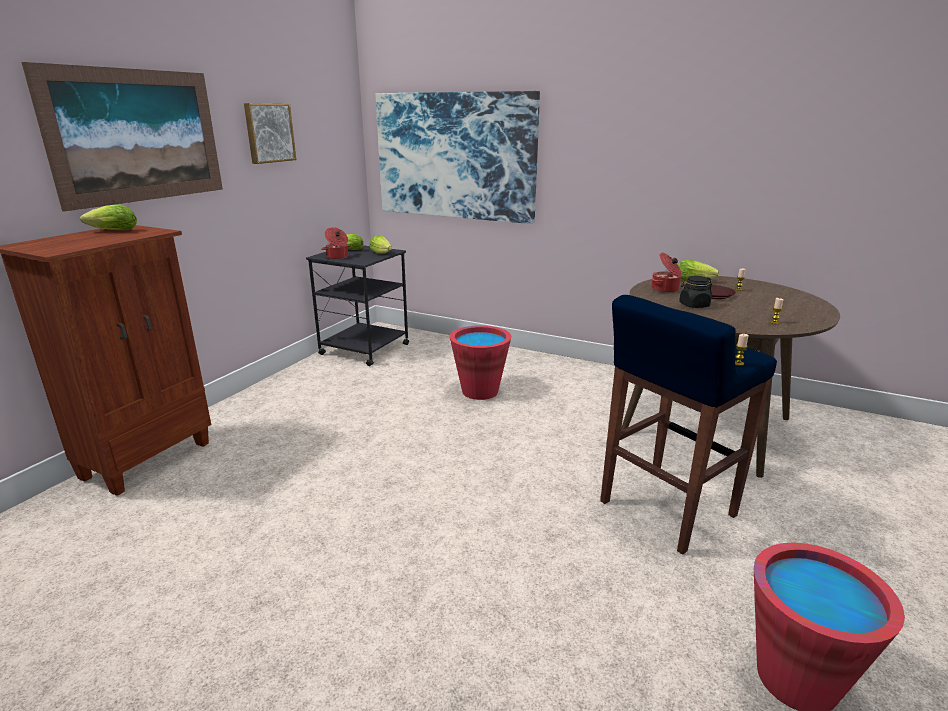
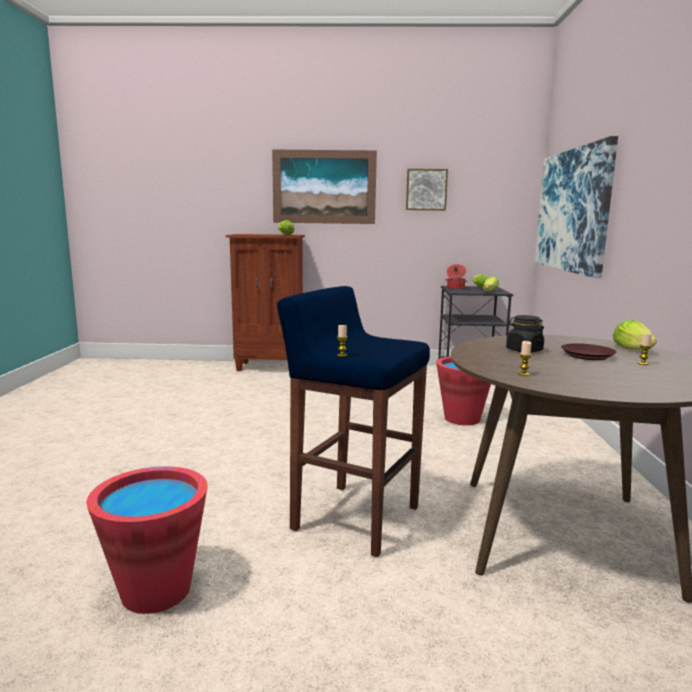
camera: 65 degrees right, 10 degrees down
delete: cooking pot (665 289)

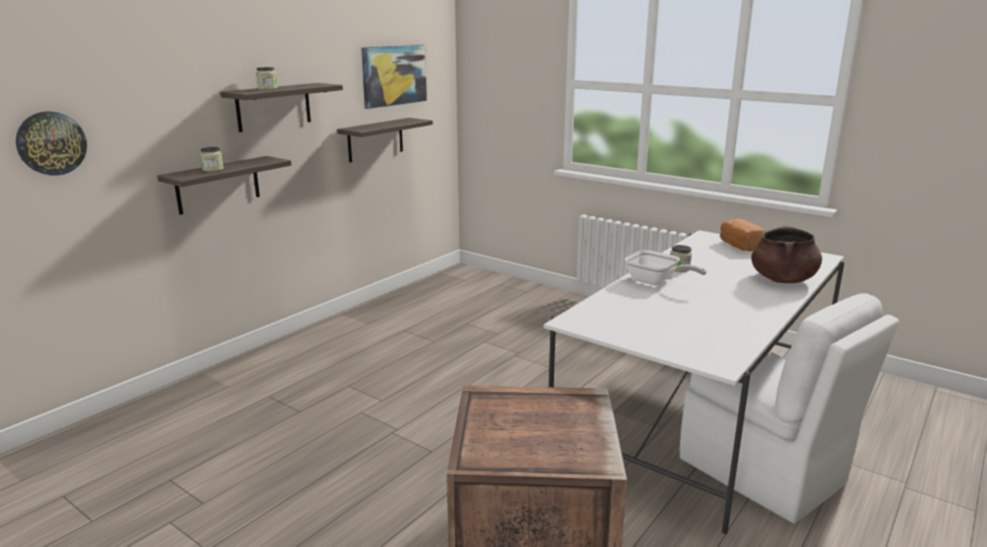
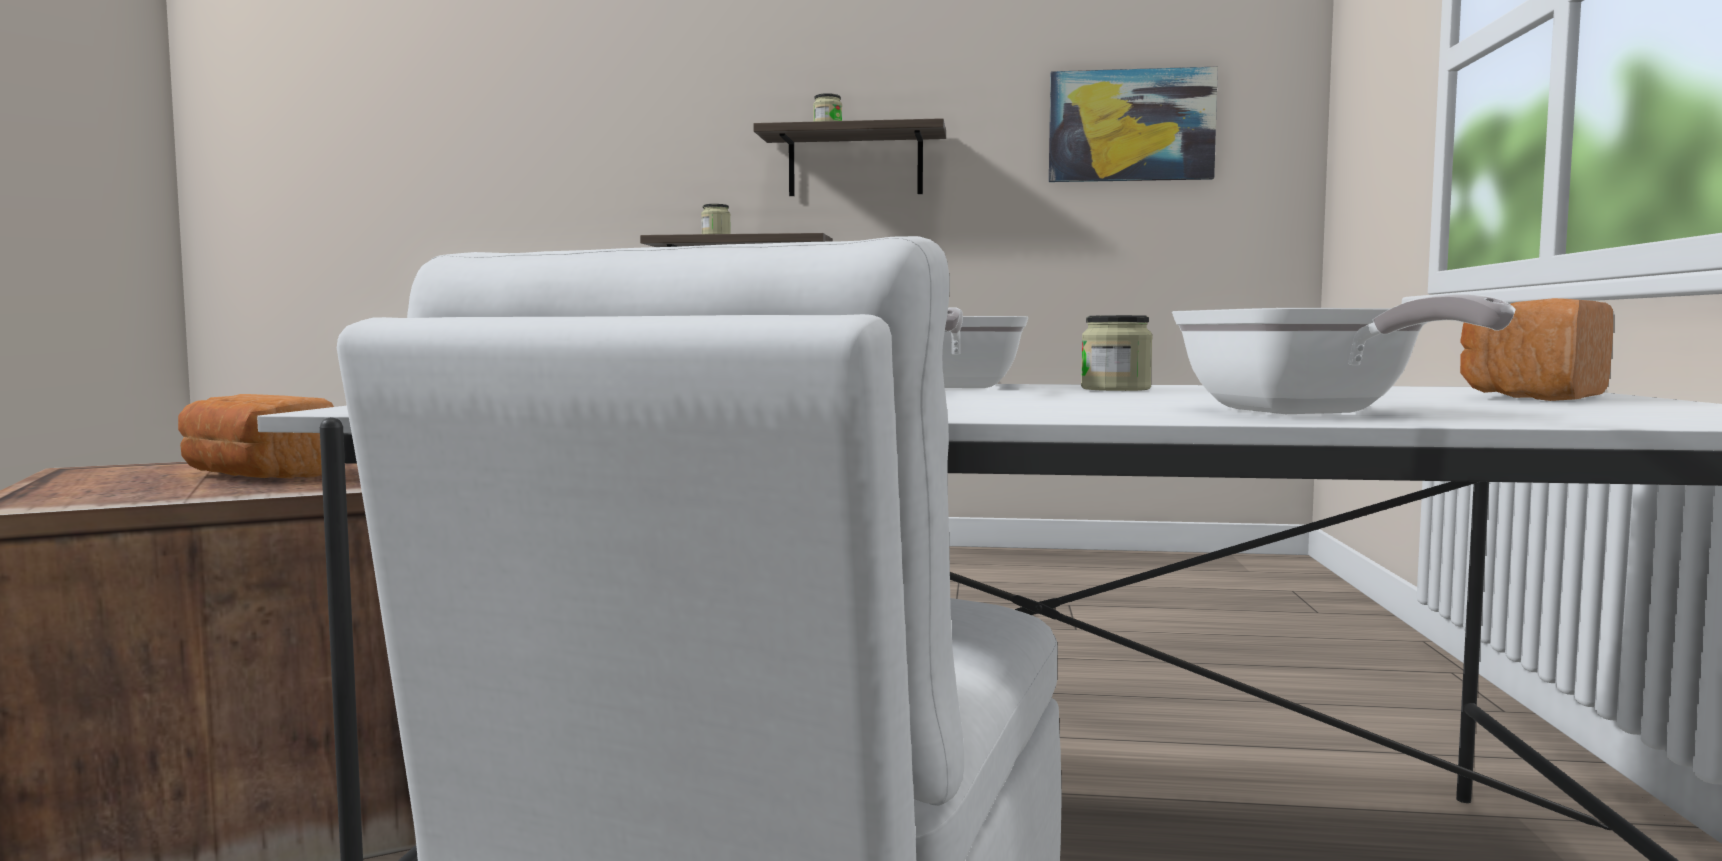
camera: 60 degrees right, 15 degrees down
delete: hanging clock (51 143); shelf (375 139)
insert: bread (255 476)
replace: brownish cooking pot (783 279) to skillet (1308 412)

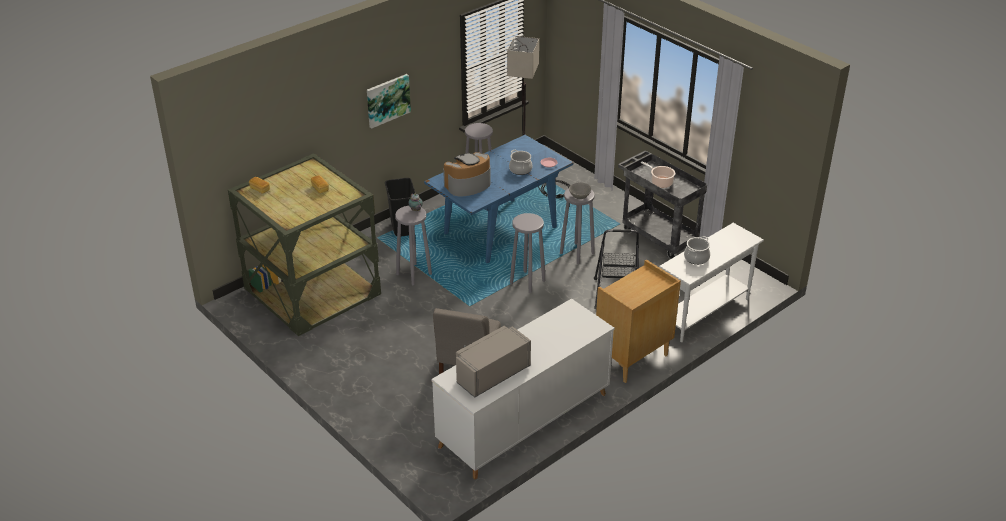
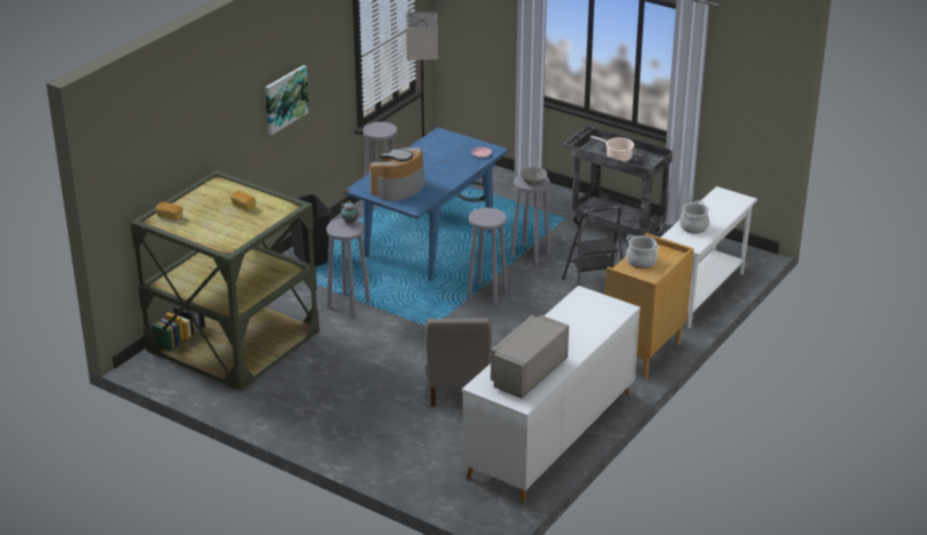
camera: 15 degrees left, 5 degrees down
move: cooking pot (520 170) to (641 261)

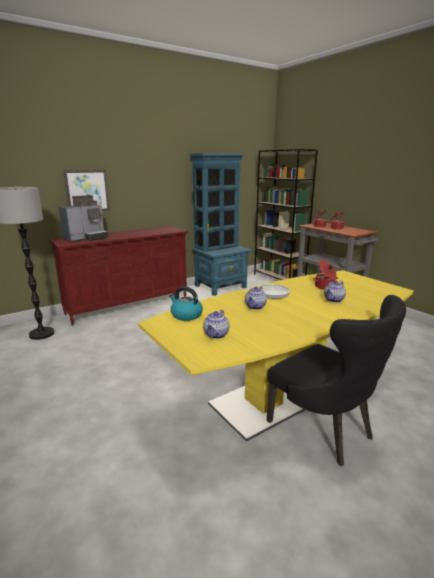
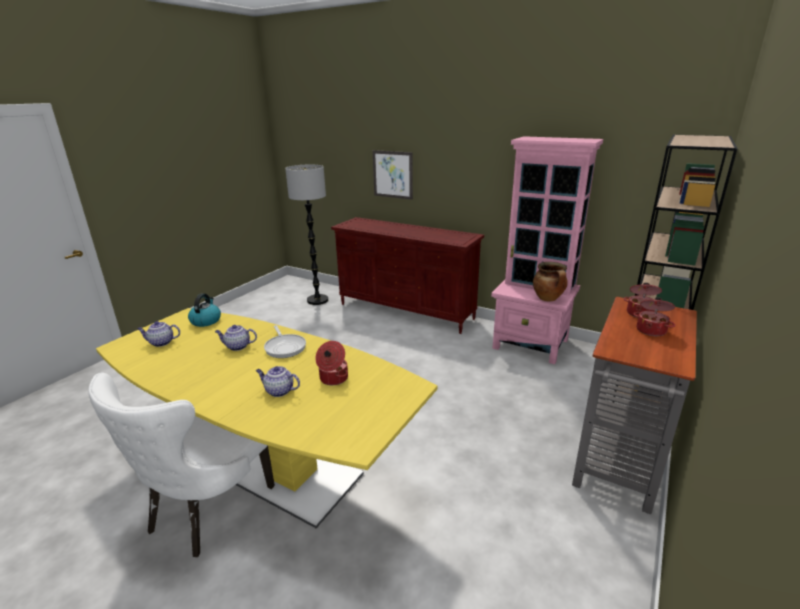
camera: 65 degrees right, 5 degrees up
delete: coffee brewer (86 238)
insert: cooking pot (548 299)
recolor: blue cupboard (221 287) to pink cupboard (530 344); black chair (324 430) to white chair (206 510)

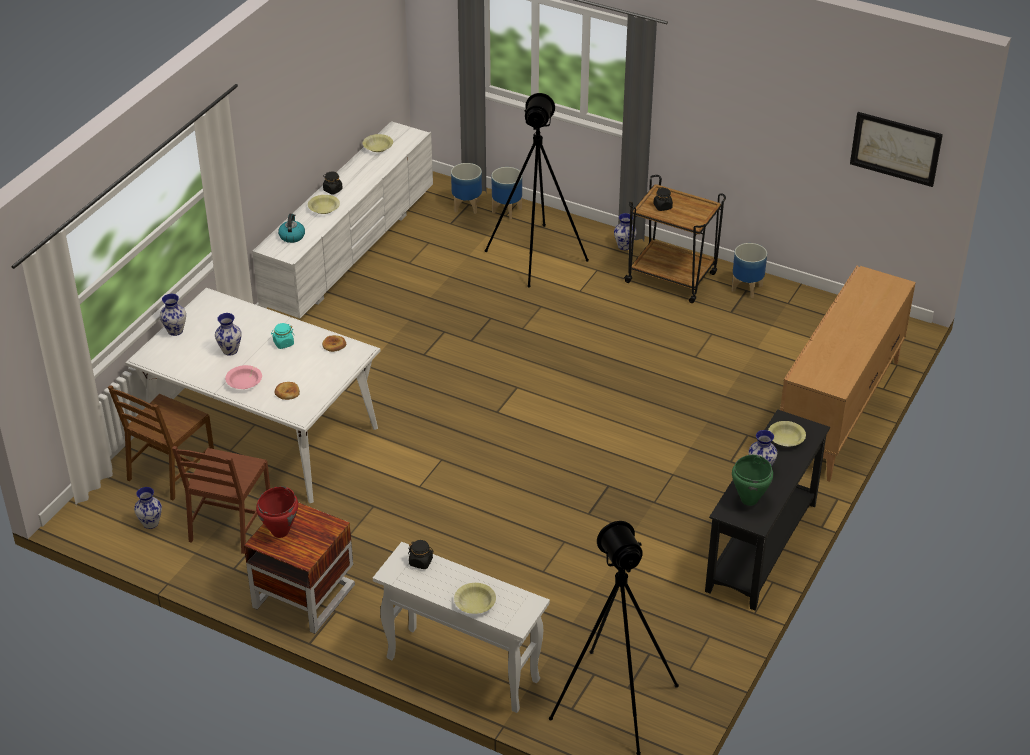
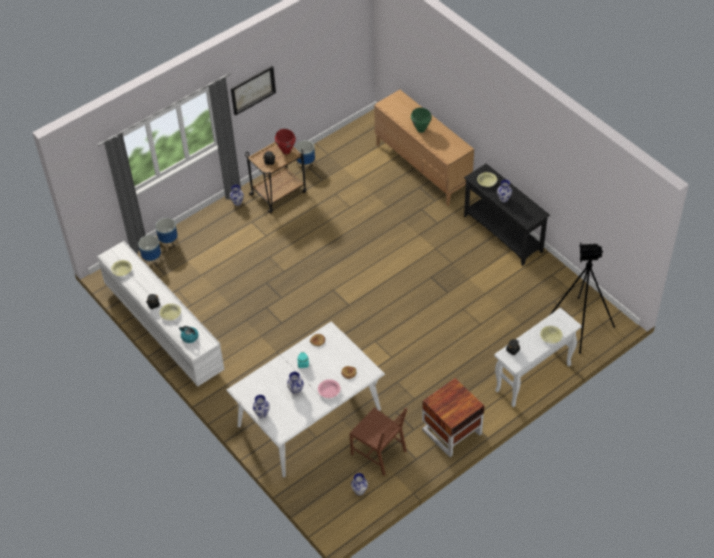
camera: 65 degrees left, 10 degrees up
delete: brownish chair (170 470); black floor lamp (536 256)
move: reddish cooking pot (280 532) to (286 151); greenish cooking pot (748 500) to (421 130); wall picture (896 148) to (253 90)

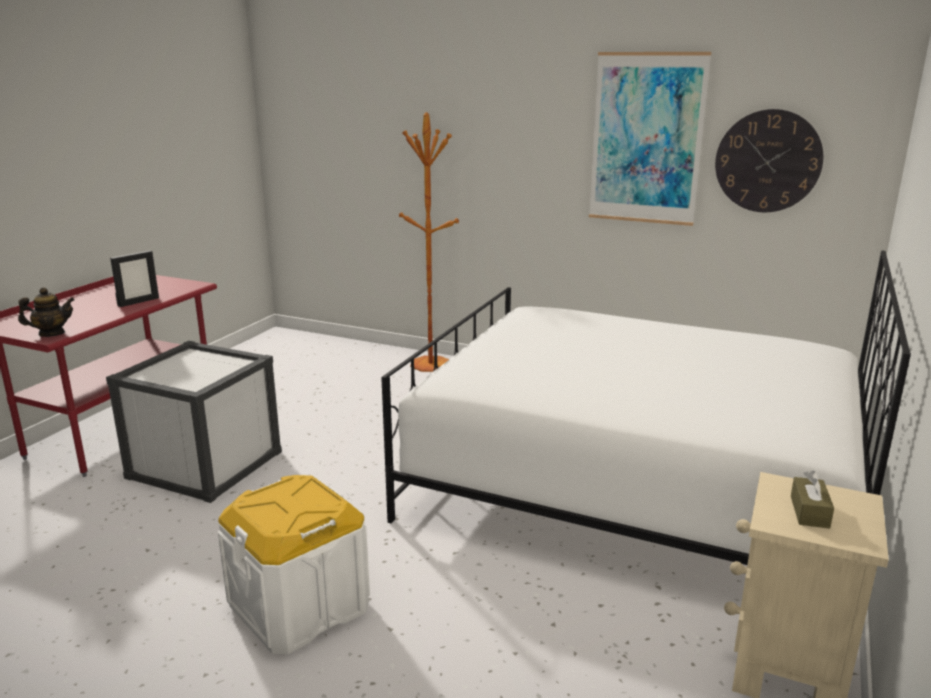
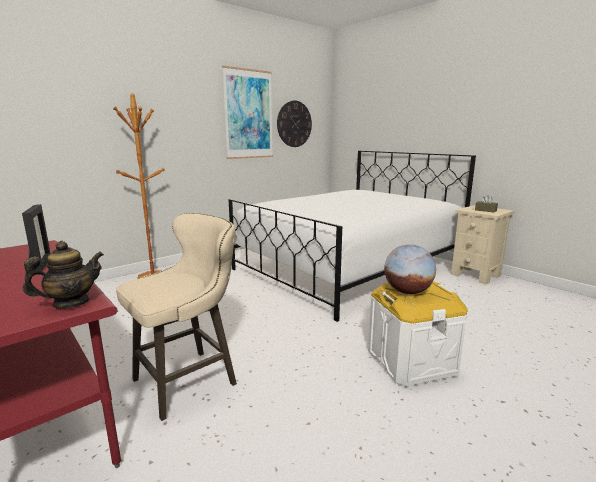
camera: 65 degrees left, 5 degrees down
insert: world globe (407 292)
replace: white storage bin (205 465) to beige-coloured sitting stool (189 380)
rotate: teapot (51 334) = (71 303) 45 degrees clockwise

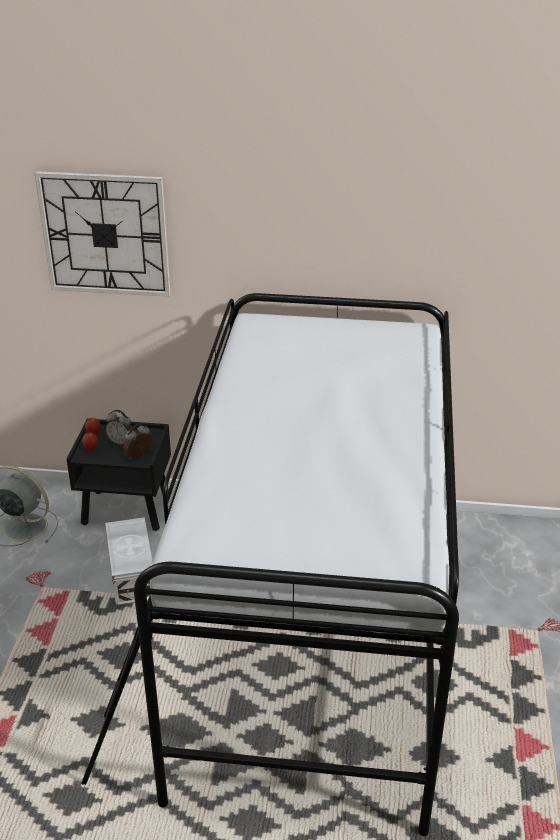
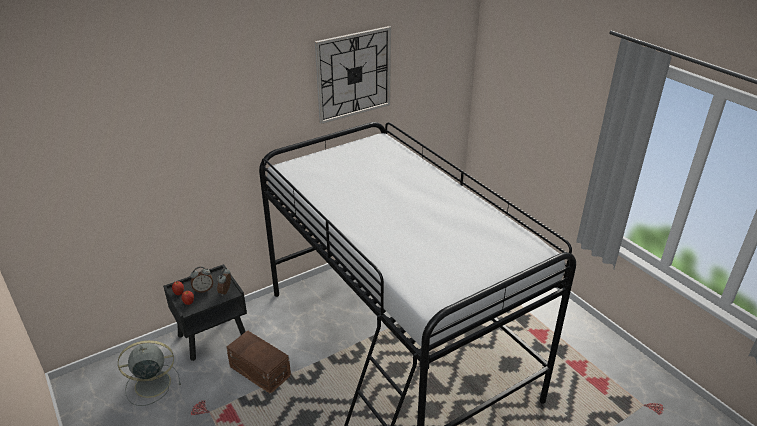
camera: 40 degrees left, 0 degrees up
move: hanging clock (105 234) to (353 74)
recolor: white storage bin (133 574) to brownish storage bin (260 370)

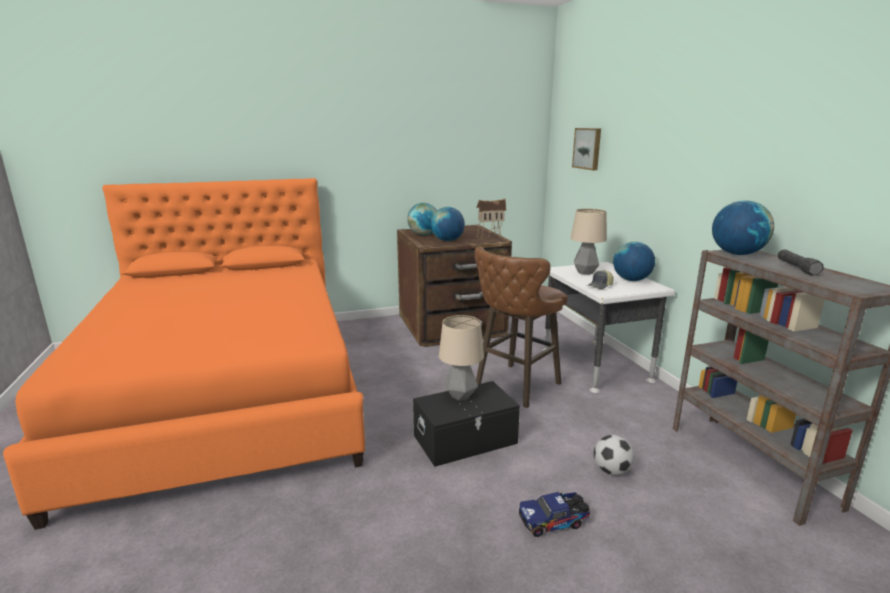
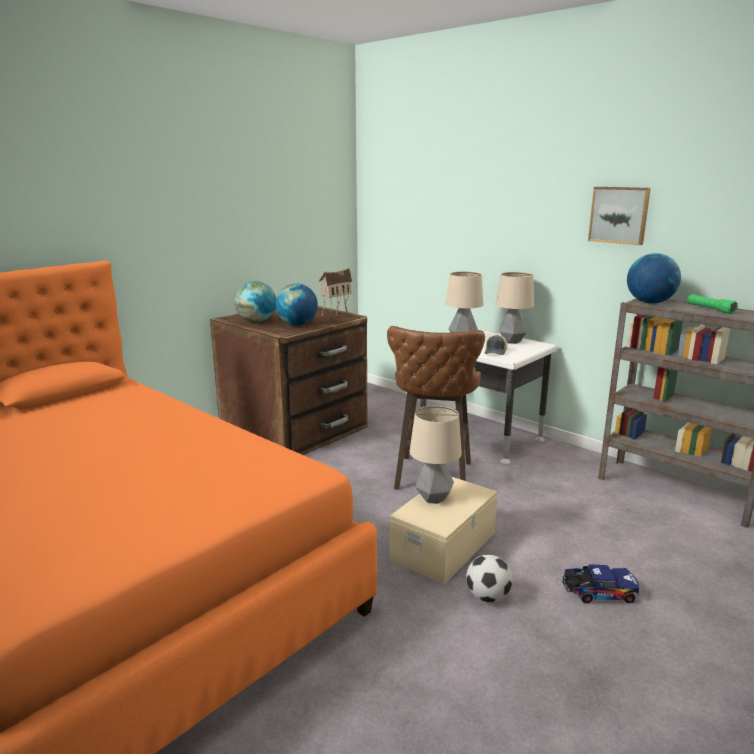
camera: 30 degrees left, 0 degrees up
move: wall picture (588 148) to (619 215); ball for football (611 470) to (487 597)
replace: world globe (631 280) to lamp for a table (511 341)
recolor: black storage bin (466 440) to beige-coloured storage bin (445 546); black flashlight (797 268) to greenish flashlight (710 309)
rotate: model truck (554 521) = (597 593) 135 degrees counterclockwise

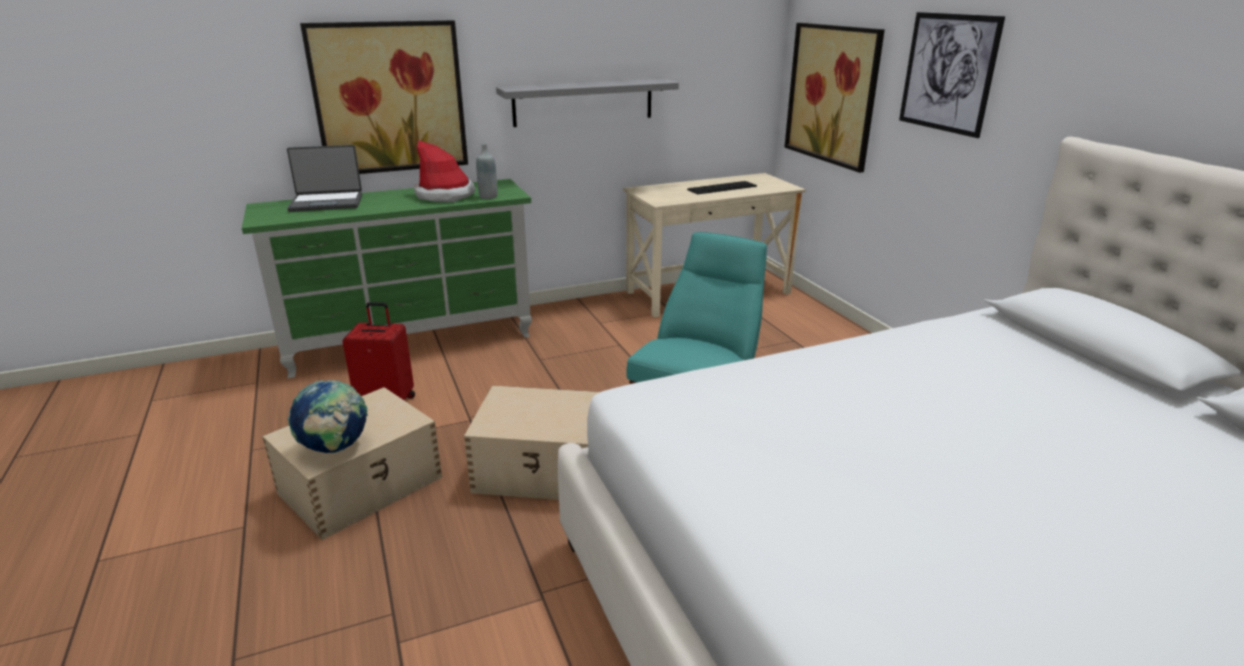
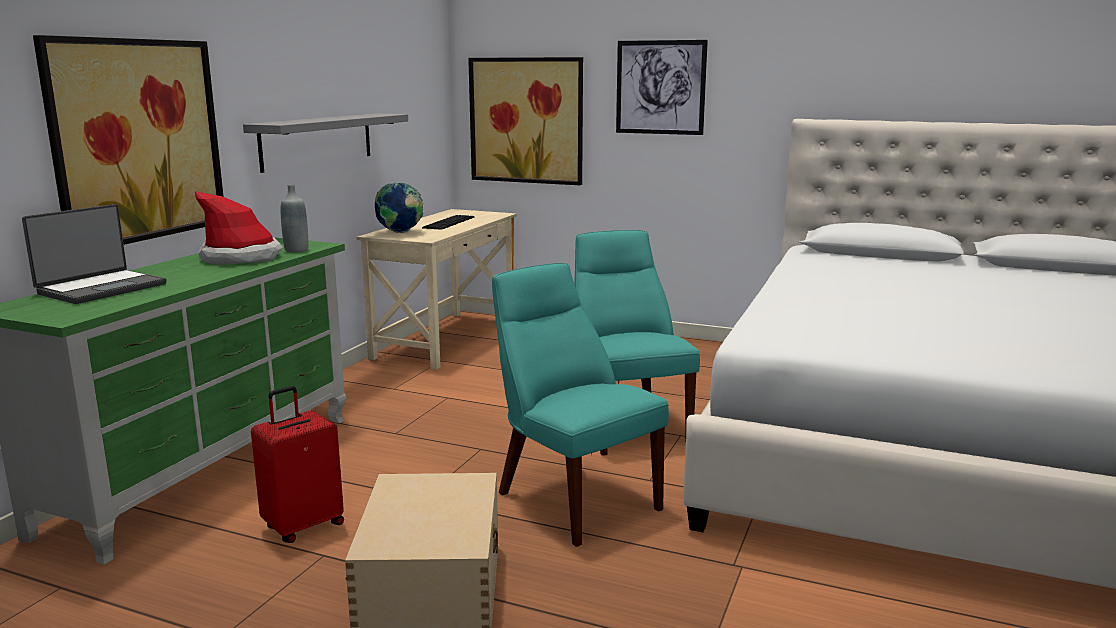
camera: 45 degrees left, 10 degrees down
move: world globe (335 449) to (400 232)
replace: beige-coloured storage bin (545 469) to blue-green chair (573 498)

